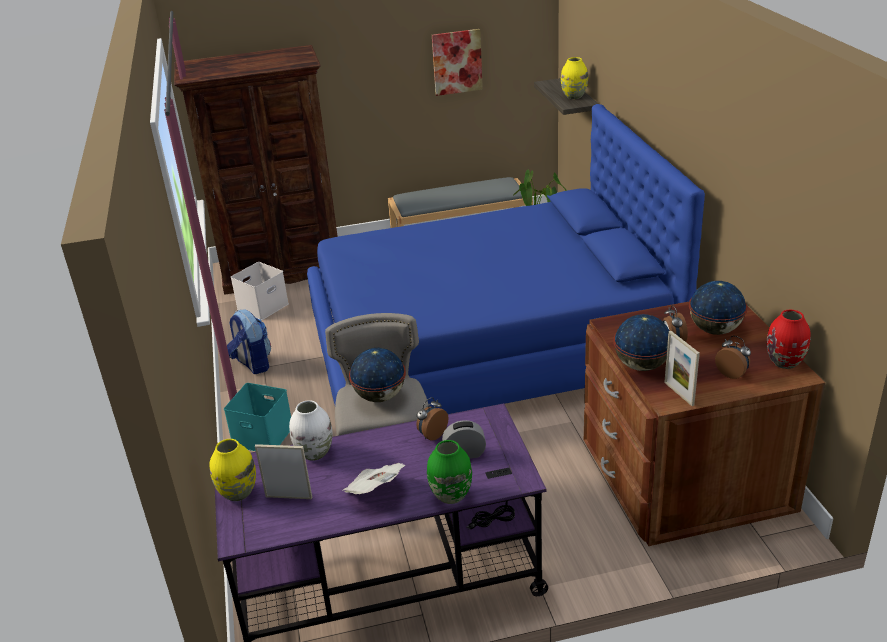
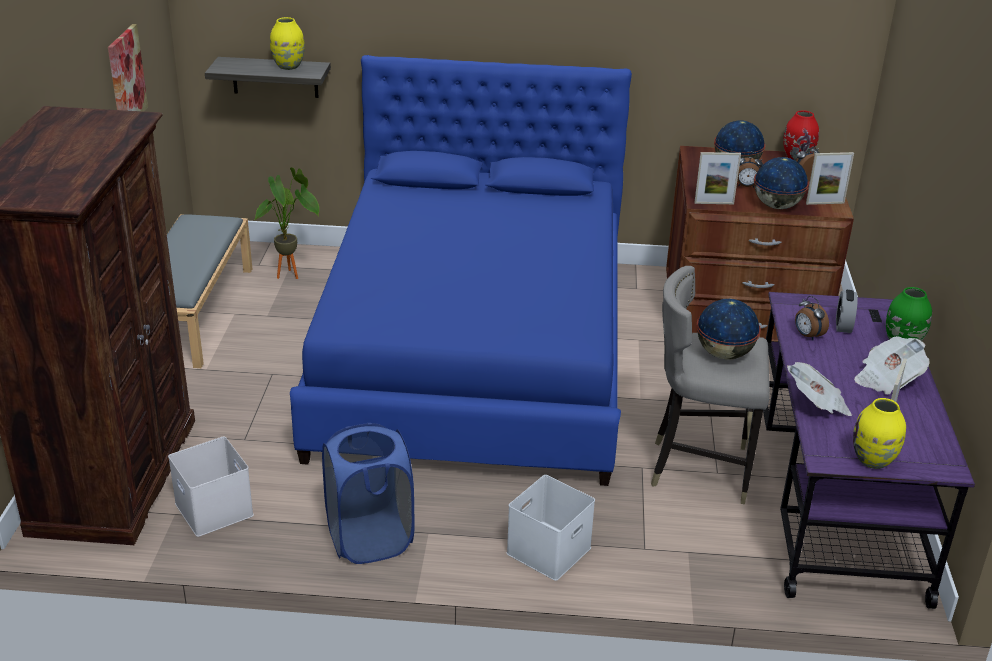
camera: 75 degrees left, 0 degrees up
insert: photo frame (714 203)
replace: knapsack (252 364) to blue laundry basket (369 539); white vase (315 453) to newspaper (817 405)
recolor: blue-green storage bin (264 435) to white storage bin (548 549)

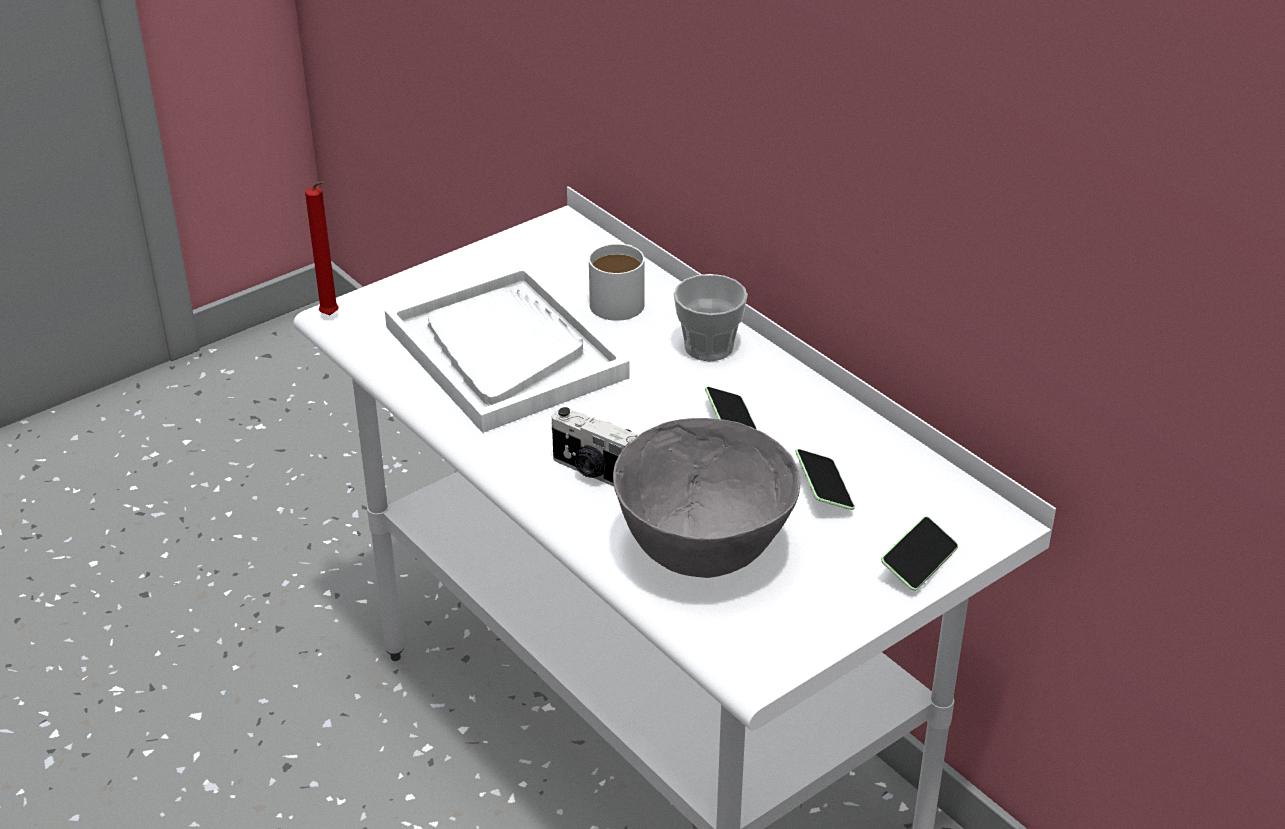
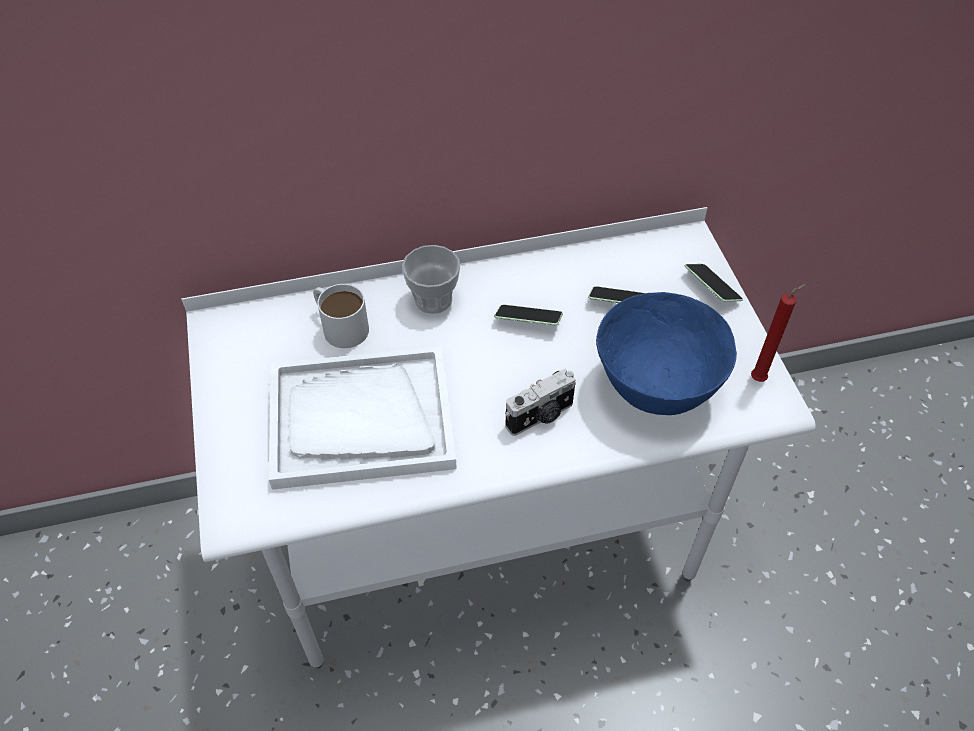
camera: 65 degrees left, 15 degrees up
move: reddish wax candle (331 316) to (760 378)
recolor: grey deep dish (702 553) to blue deep dish (656 388)

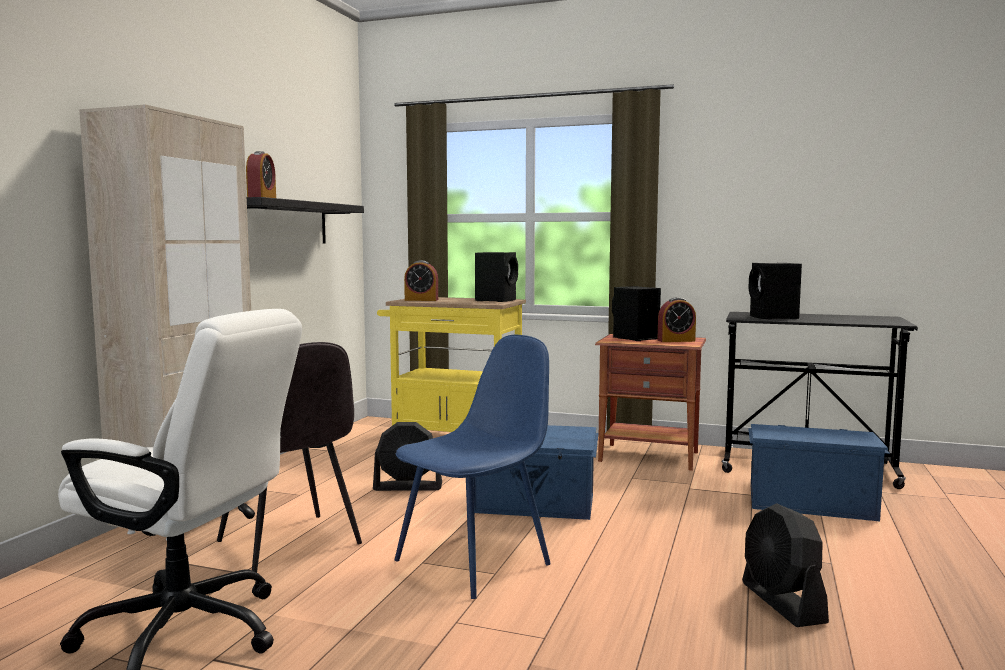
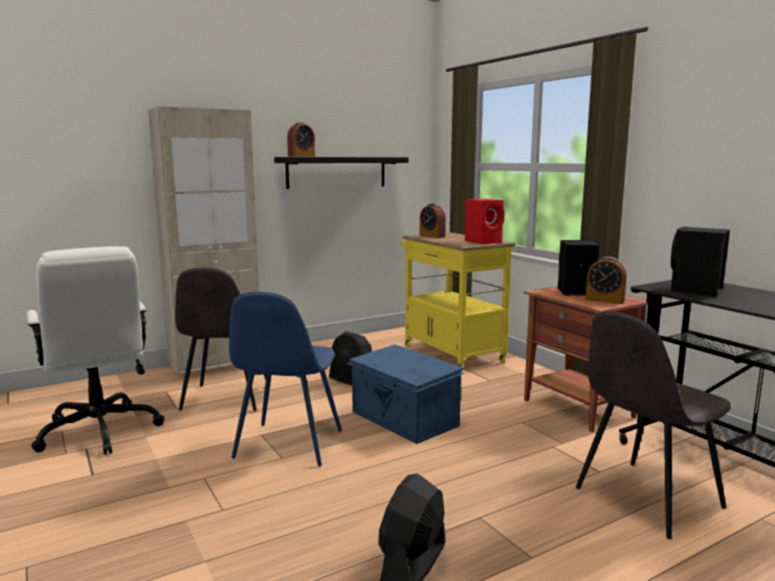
camera: 40 degrees right, 5 degrees up
replace: blue storage bin (809 502) to grey chair (645 499)
recolor: black audio speaker (496 300) to reddish audio speaker (484 242)
rotate: blue chair (475 561) = (287 445) 105 degrees clockwise

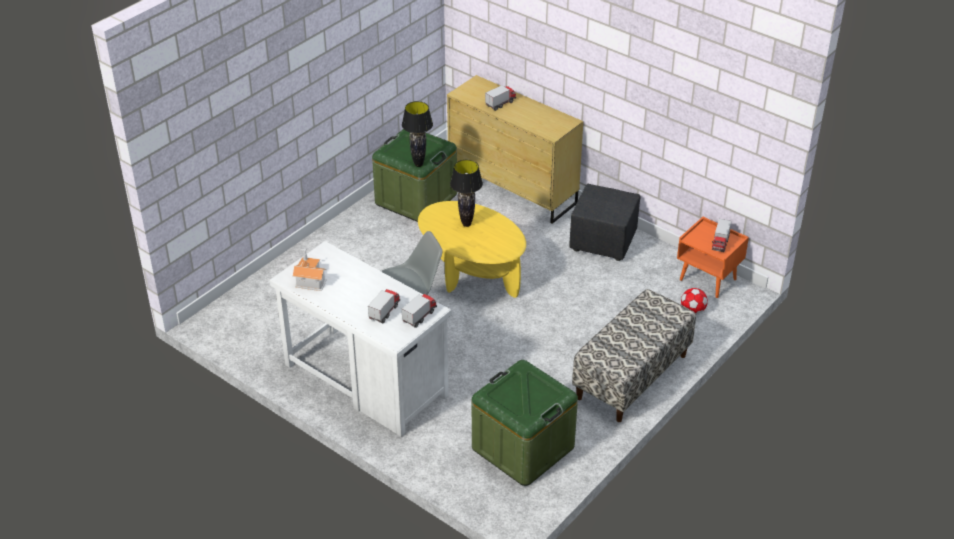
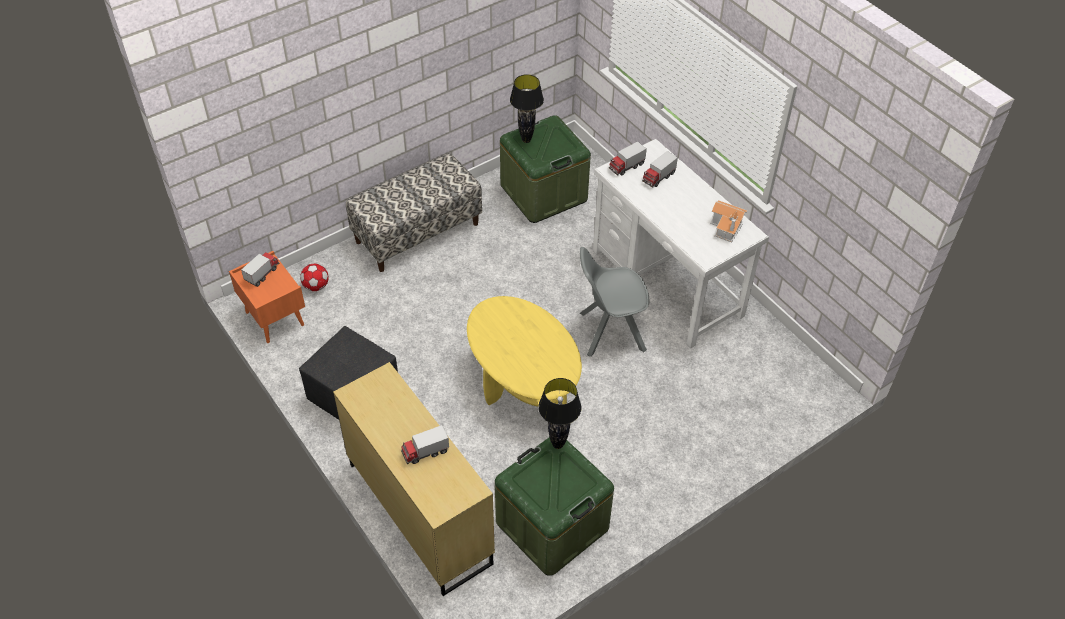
camera: 165 degrees left, 10 degrees up
move: black lamp for a table (466 224) to (526 140)

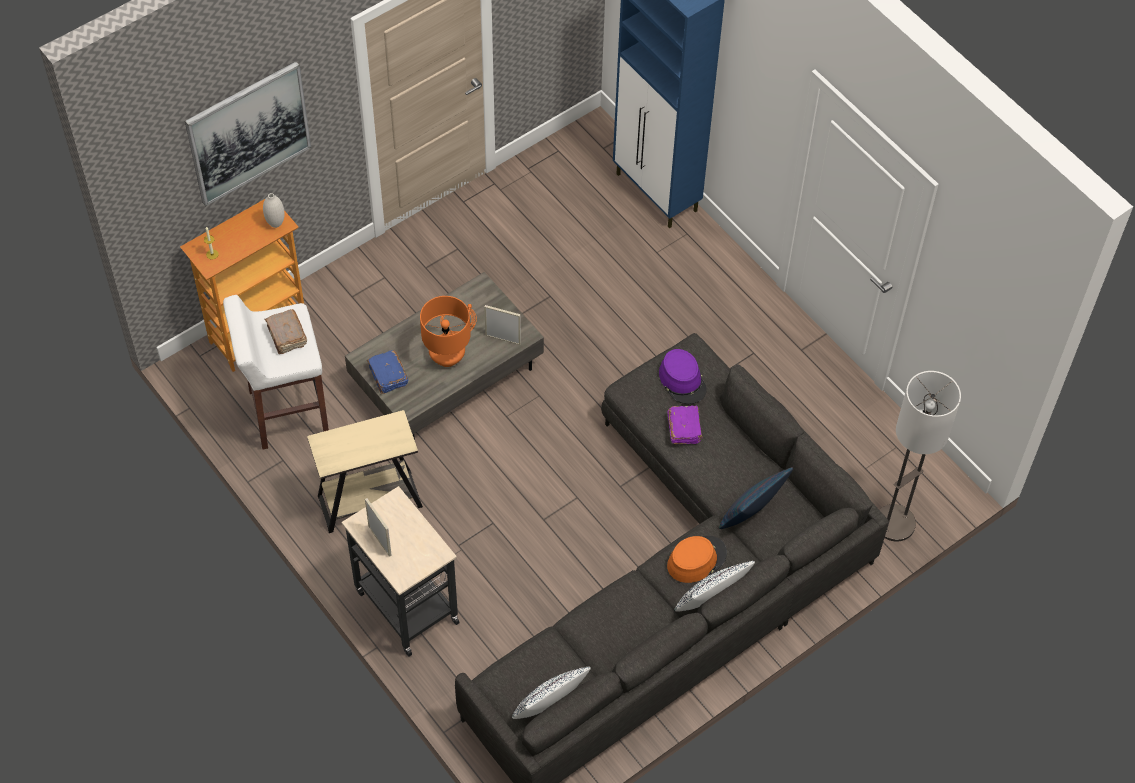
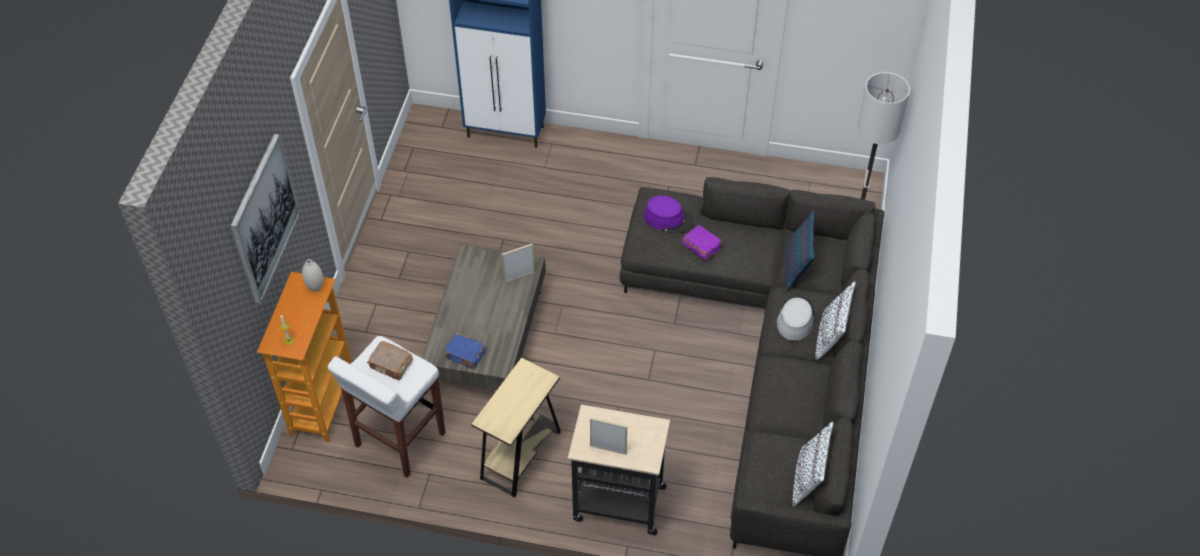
camera: 40 degrees left, 5 degrees down
delete: orange-coloured lamp for a table (451 342)
recolor: orange-coloured wearable hat (696 559) to grey wearable hat (795 318)

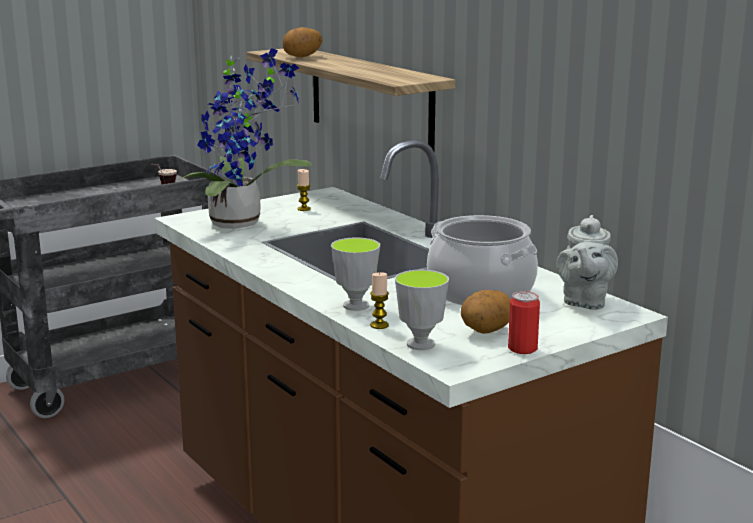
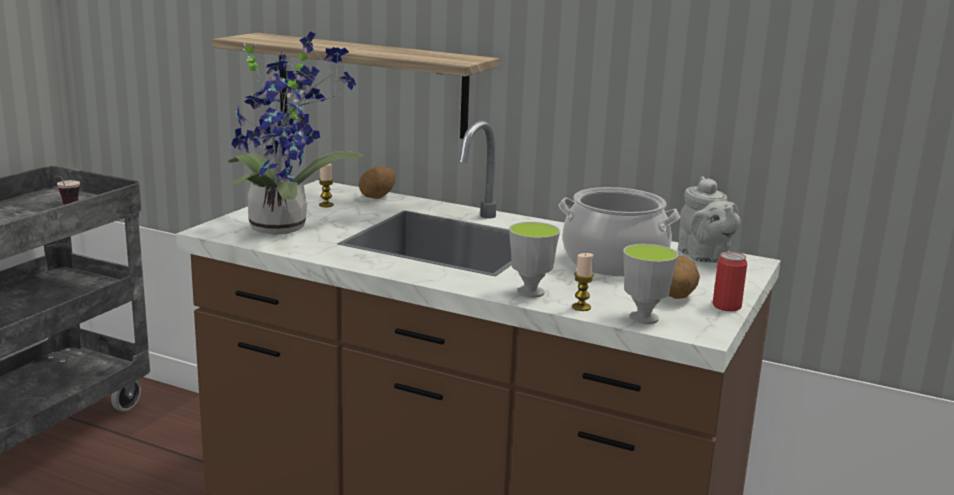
camera: 30 degrees left, 0 degrees up
move: potato (303 57) to (377 197)

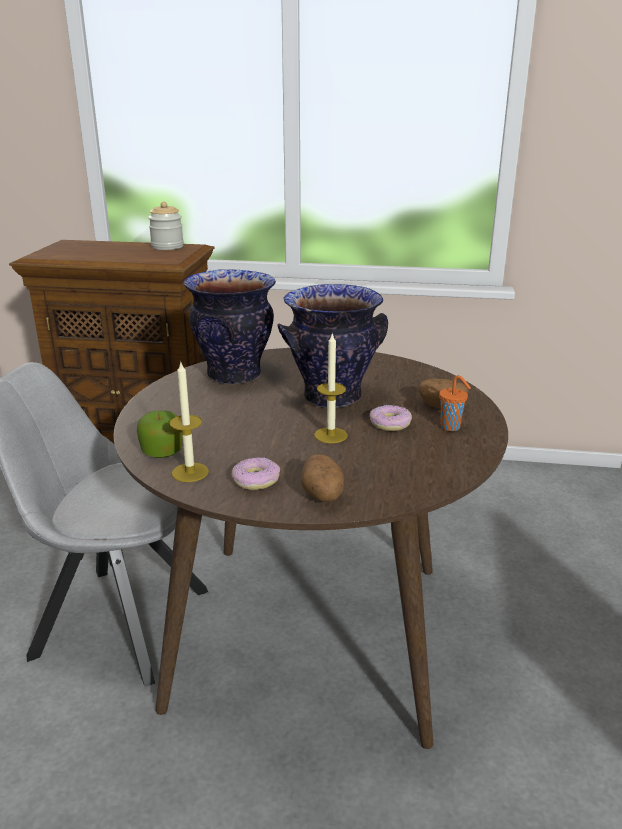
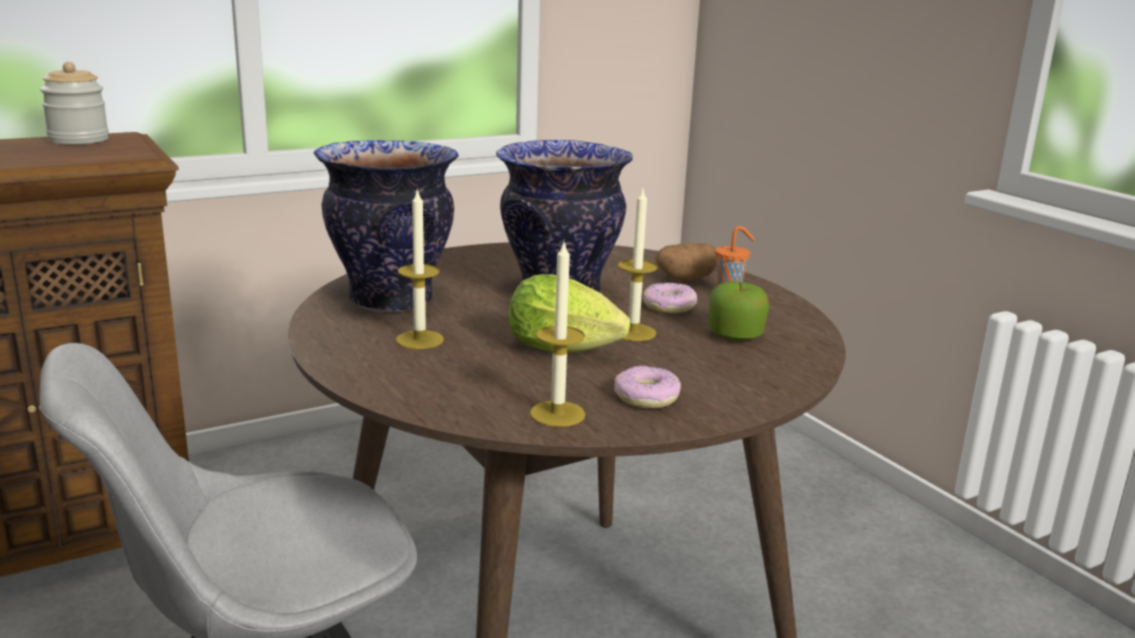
camera: 40 degrees left, 5 degrees down
delete: potato (322 496)
insert: wax candle (419 340); lettuce head (569 351)
move: apple fruit (162 452) to (735 336)

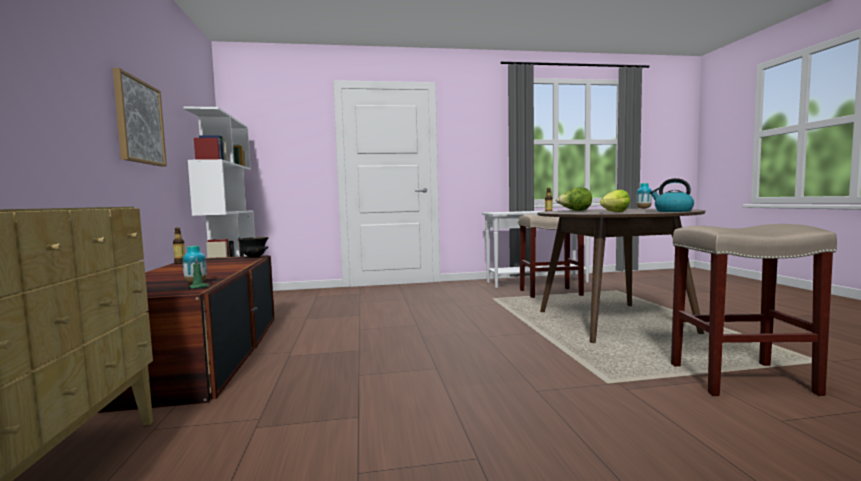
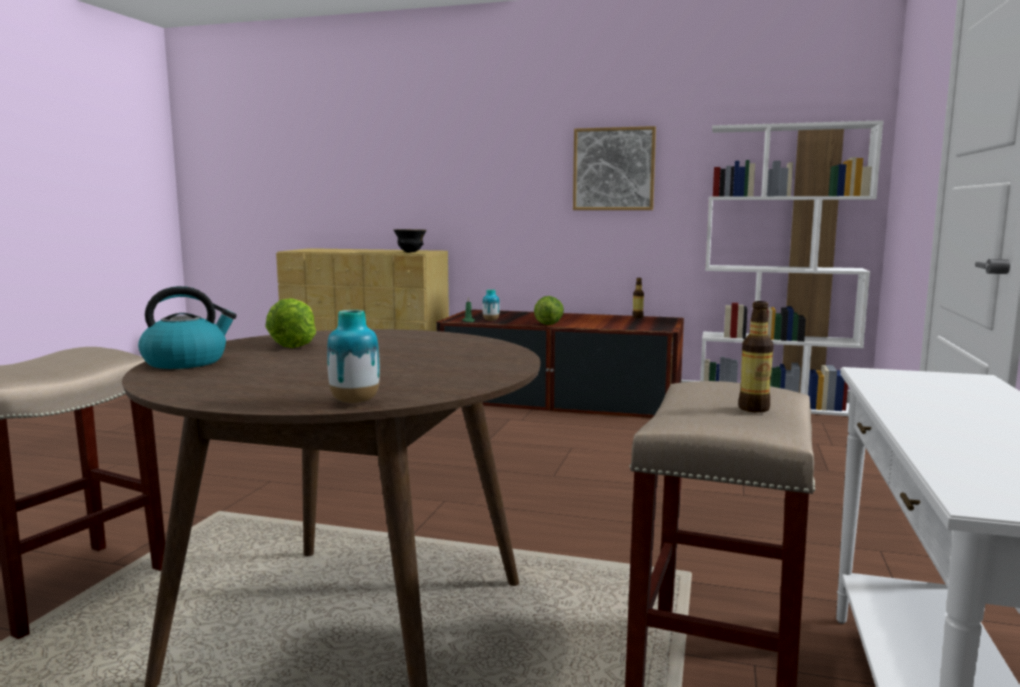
camera: 115 degrees right, 5 degrees up
move: black deep dish (254 257) to (410 252); lettuce head (574 211) to (549 324)

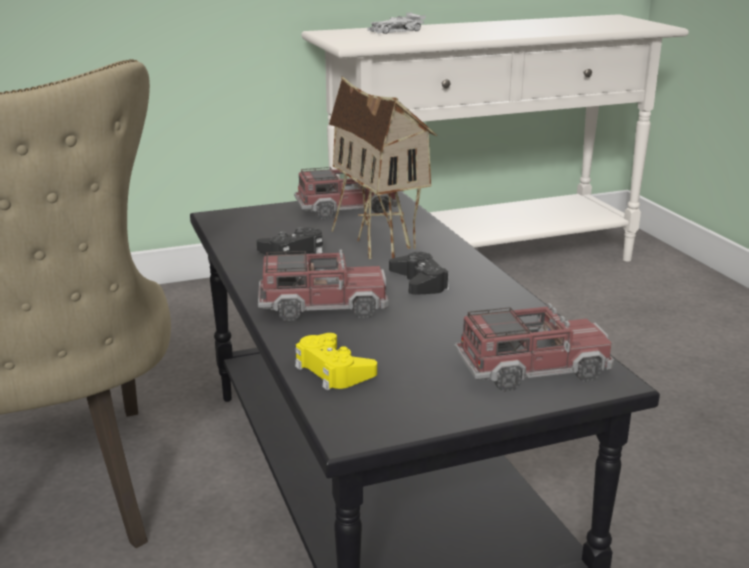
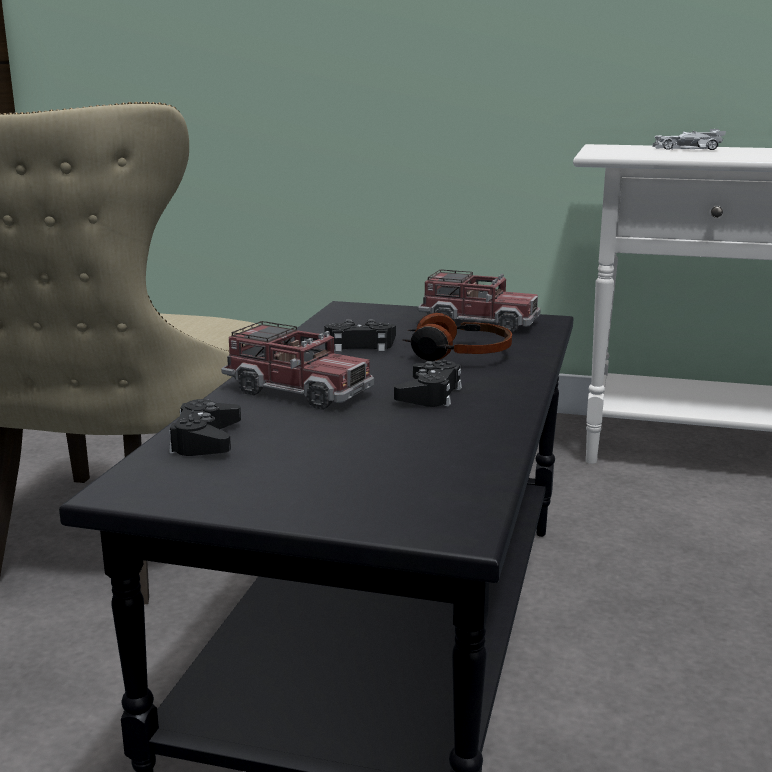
camera: 35 degrees right, 5 degrees down
delete: model truck (532 370)
replace: model house (379 242) to pair of headphones (457 354)
recolor: yellowish game controller (333 370) to black game controller (205 440)

